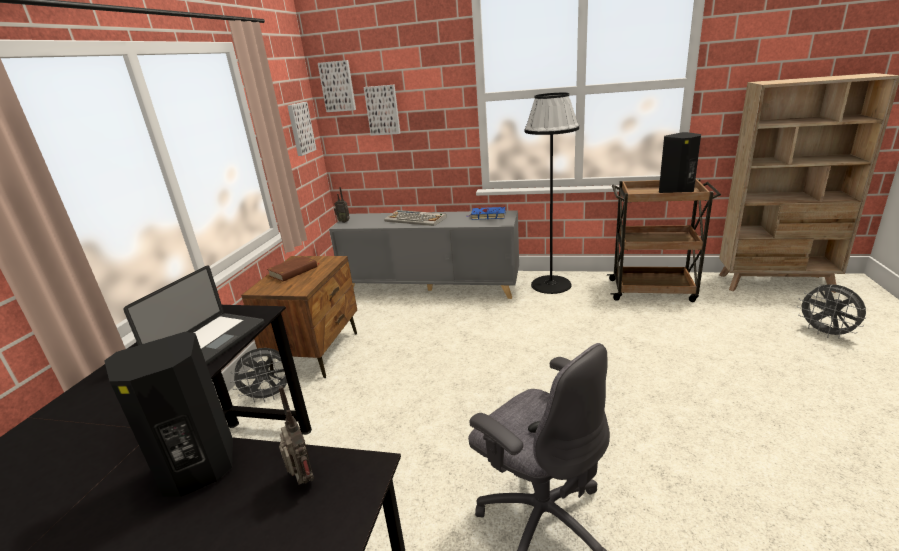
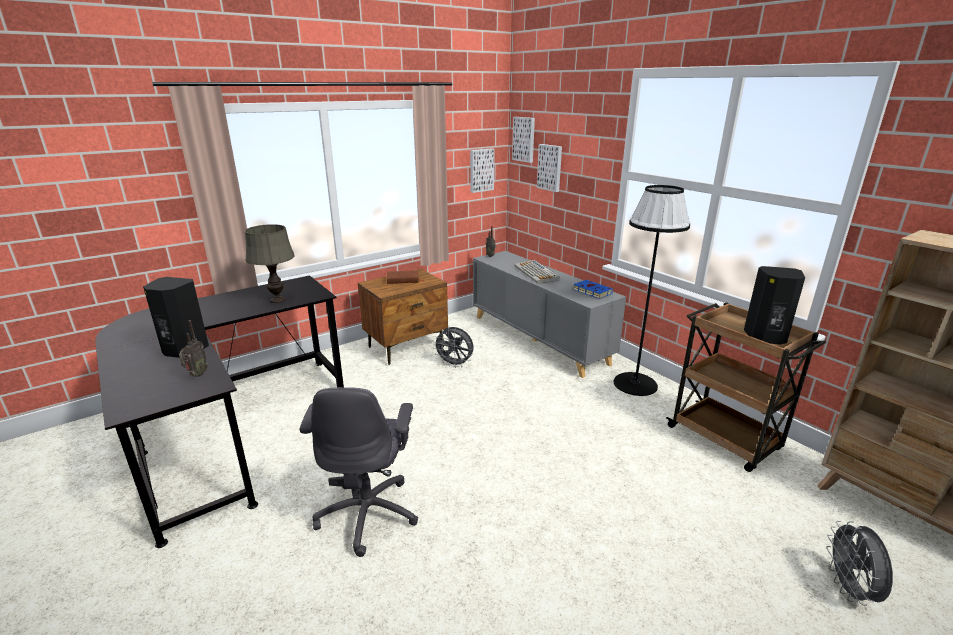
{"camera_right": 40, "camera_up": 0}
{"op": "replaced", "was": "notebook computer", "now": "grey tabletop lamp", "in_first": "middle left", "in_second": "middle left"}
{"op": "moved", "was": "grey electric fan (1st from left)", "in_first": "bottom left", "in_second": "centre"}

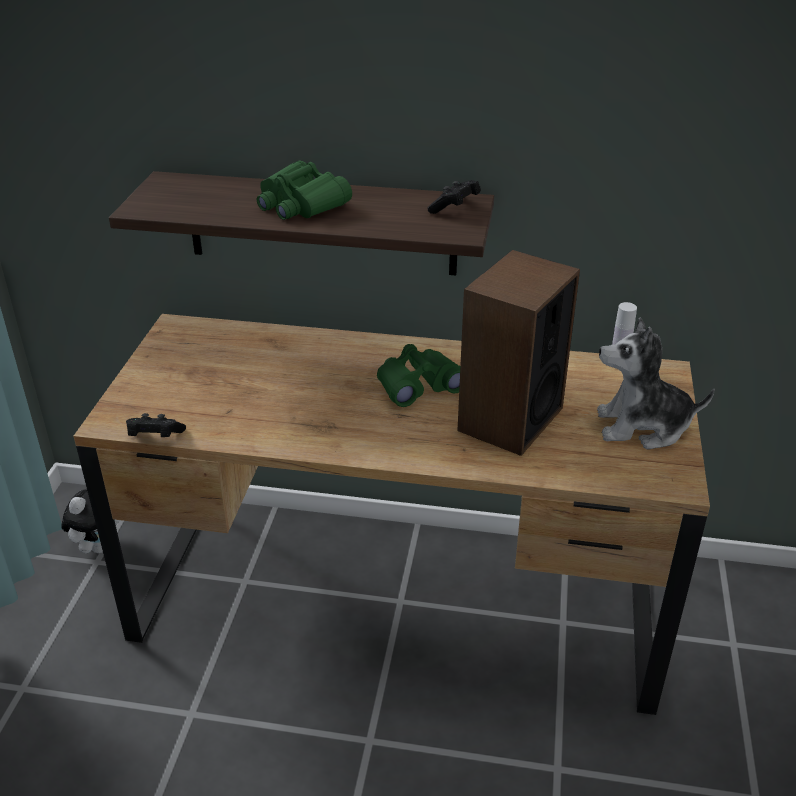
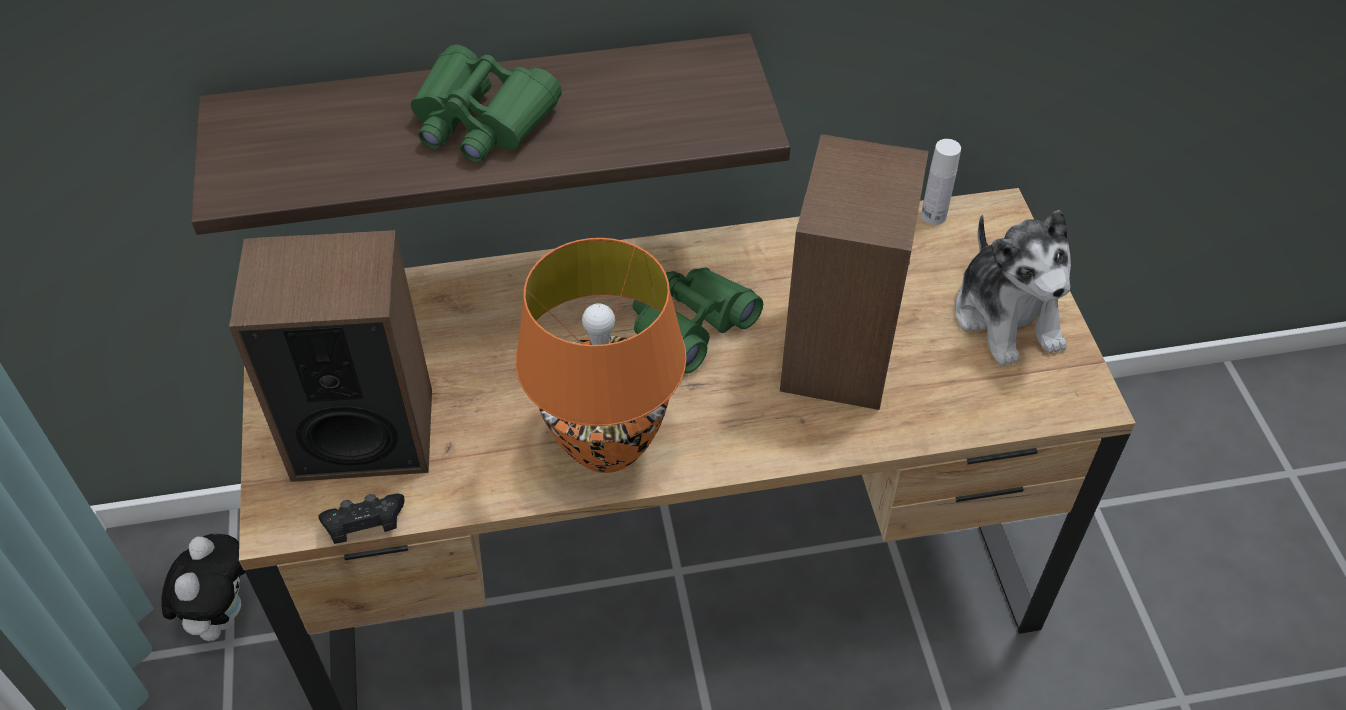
{"camera_right": -20, "camera_up": 15}
{"op": "added", "now": "audio speaker (1st from left)", "in_second": "middle left"}
{"op": "added", "now": "orange-coloured tabletop lamp", "in_second": "centre"}
{"op": "turned", "was": "cuddly toy (2nd from left)", "in_first": "middle right", "in_second": "middle right", "clockwise": -90}
{"op": "removed", "was": "blackish gamepad (2nd from left)", "in_first": "top centre"}

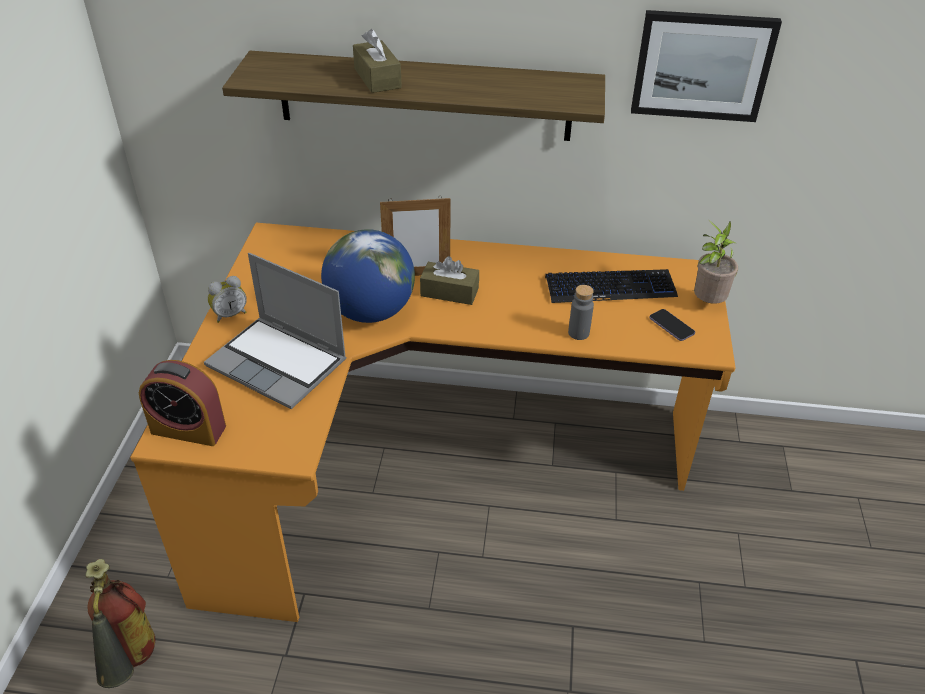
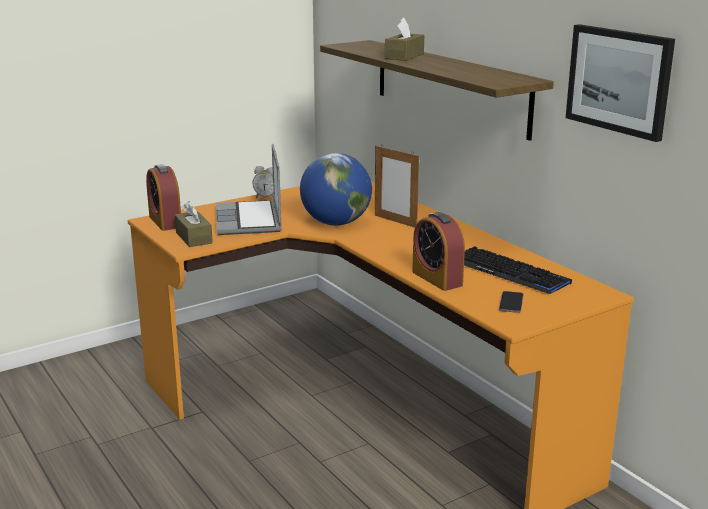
{"camera_right": 50, "camera_up": -20}
{"op": "moved", "was": "brown tissue holder (2nd from left in the first image)", "now": "brown tissue holder (1st from left)", "in_first": "centre", "in_second": "middle left"}
{"op": "replaced", "was": "grey beverage bottle", "now": "bedside clock (3rd from left)", "in_first": "centre", "in_second": "centre"}
{"op": "removed", "was": "fire-fighting cylinder", "in_first": "bottom left"}
{"op": "removed", "was": "houseplant", "in_first": "middle right"}

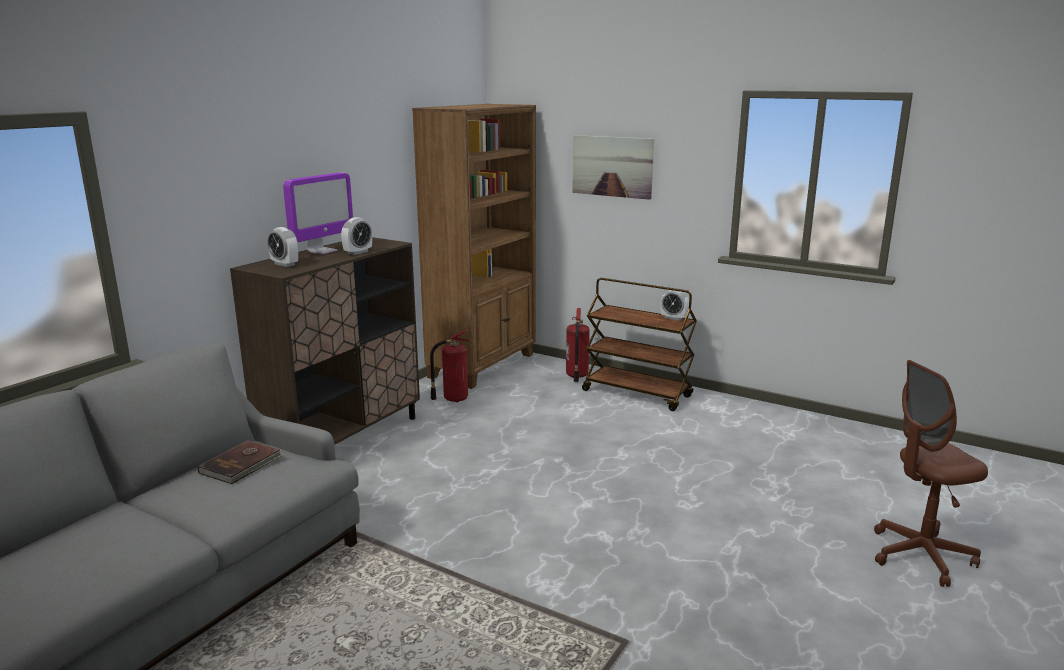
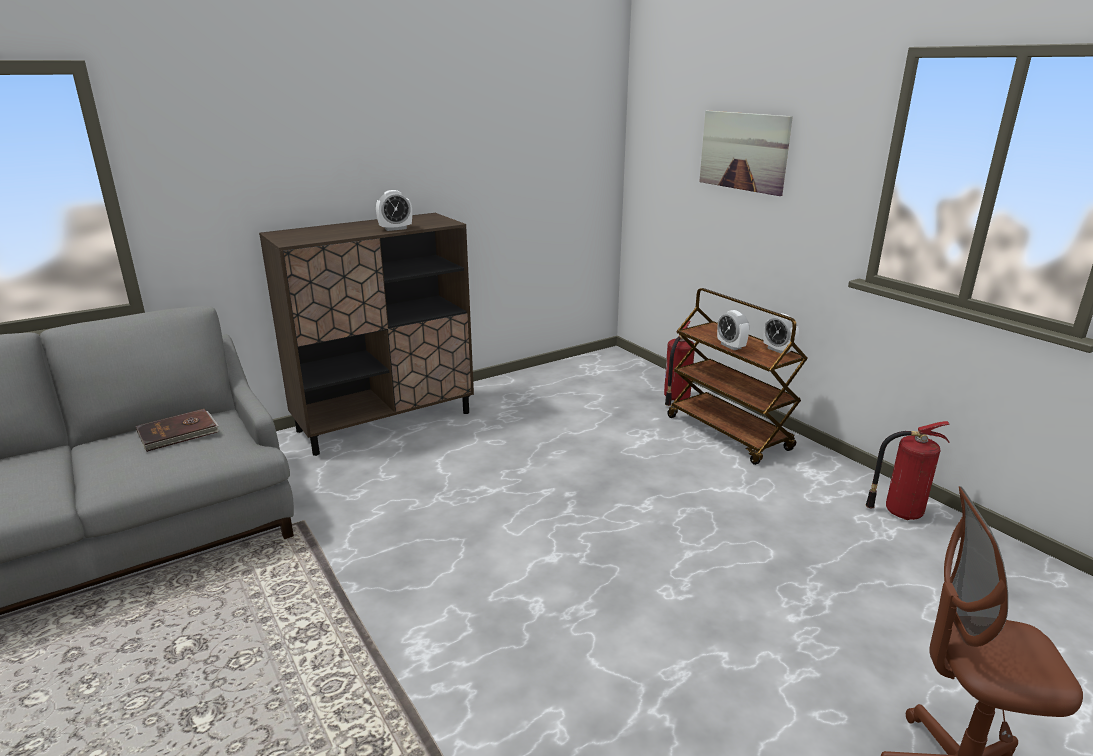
{"camera_right": 25, "camera_up": 5}
{"op": "moved", "was": "bedside clock (1st from left in the first image)", "now": "bedside clock (2nd from left)", "in_first": "middle left", "in_second": "middle right"}
{"op": "moved", "was": "fire-fighting cylinder (1st from left in the first image)", "now": "fire-fighting cylinder (2nd from left)", "in_first": "centre", "in_second": "middle right"}
{"op": "removed", "was": "computer display", "in_first": "top left"}
{"op": "removed", "was": "brown bookcase", "in_first": "centre"}

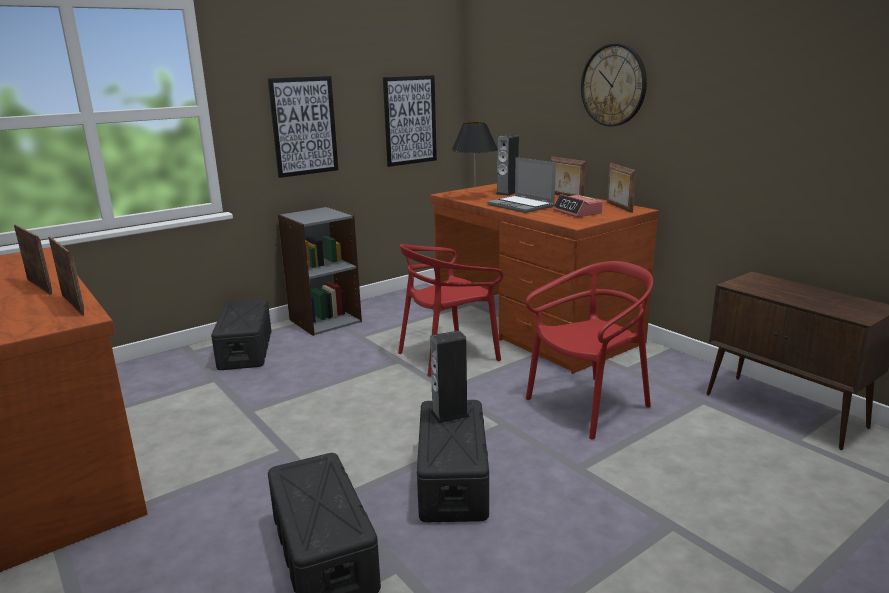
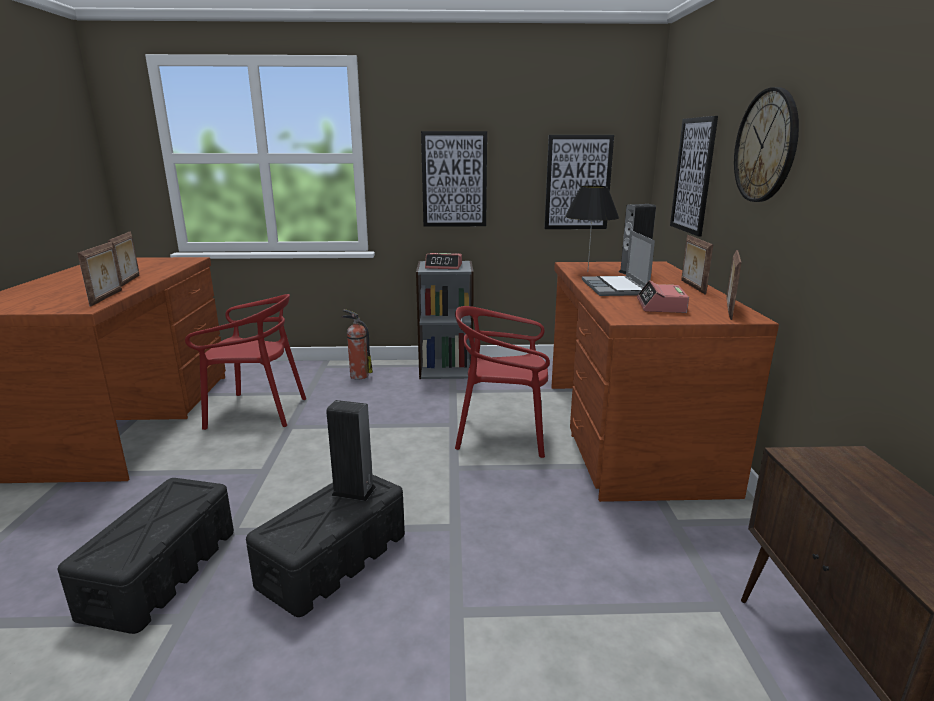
{"camera_right": 35, "camera_up": 0}
{"op": "moved", "was": "red plain chair (2nd from left in the first image)", "now": "red plain chair (1st from left)", "in_first": "centre", "in_second": "middle left"}
{"op": "replaced", "was": "blackish storage container (1st from left)", "now": "fire-fighting cylinder", "in_first": "middle left", "in_second": "centre"}
{"op": "added", "now": "bedside clock (1st from left)", "in_second": "centre"}
{"op": "added", "now": "wall art (3rd from left)", "in_second": "top right"}

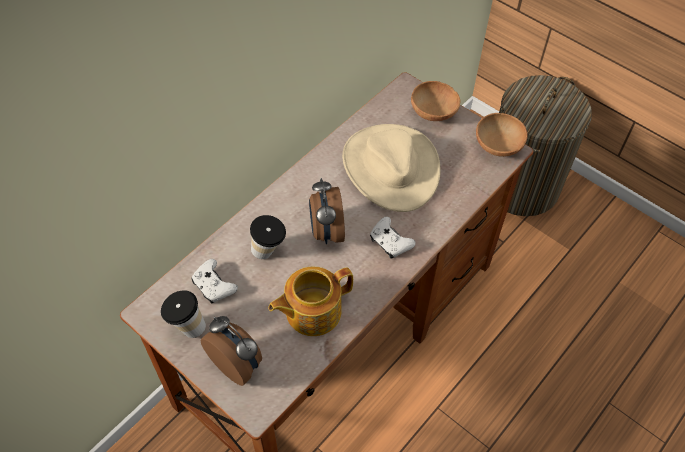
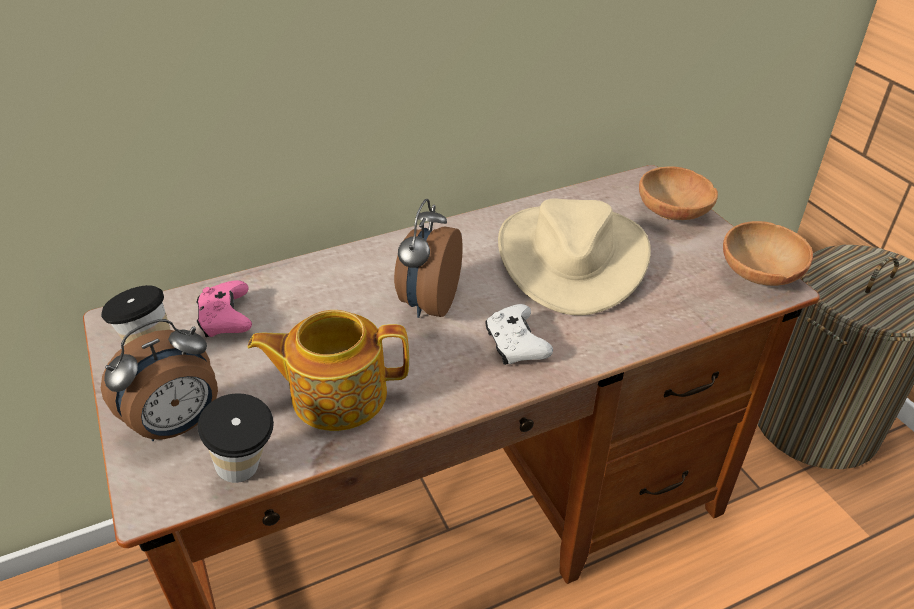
{"camera_right": 25, "camera_up": -15}
{"op": "turned", "was": "bedside clock (1st from left)", "in_first": "bottom centre", "in_second": "middle left", "clockwise": 75}
{"op": "recoloured", "was": "whitish gamepad (1st from left)", "now": "pink gamepad", "in_first": "middle left", "in_second": "middle left"}
{"op": "moved", "was": "small cup (2nd from left)", "in_first": "centre", "in_second": "bottom left"}

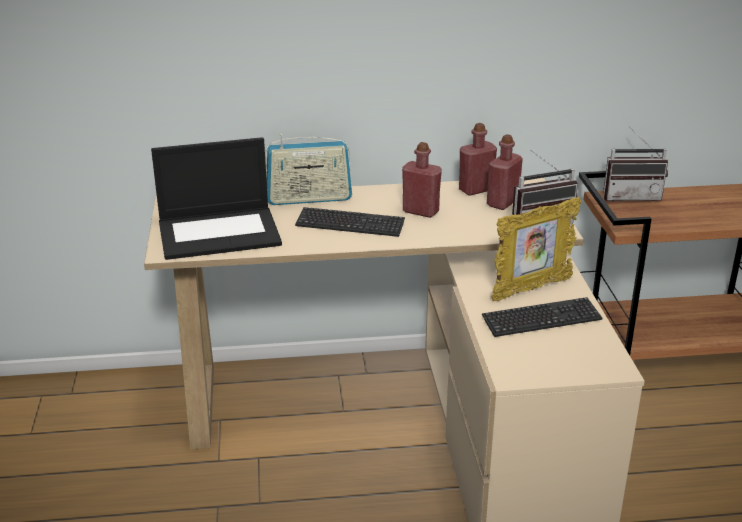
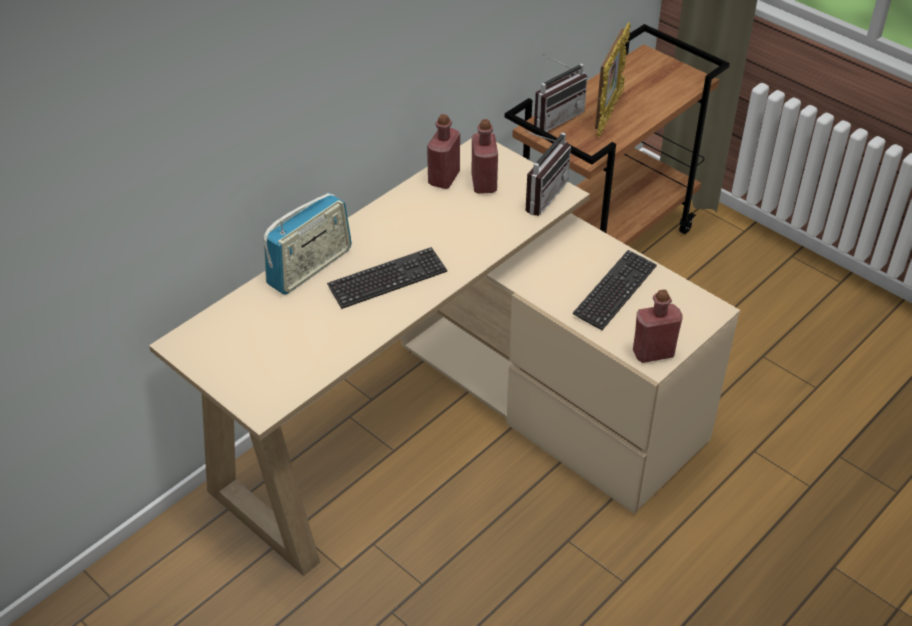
{"camera_right": -40, "camera_up": 15}
{"op": "moved", "was": "standing frame", "in_first": "middle right", "in_second": "top right"}
{"op": "moved", "was": "red beverage bottle (1st from left in the first image)", "now": "red beverage bottle (3rd from left)", "in_first": "centre", "in_second": "middle right"}
{"op": "removed", "was": "notebook computer", "in_first": "middle left"}

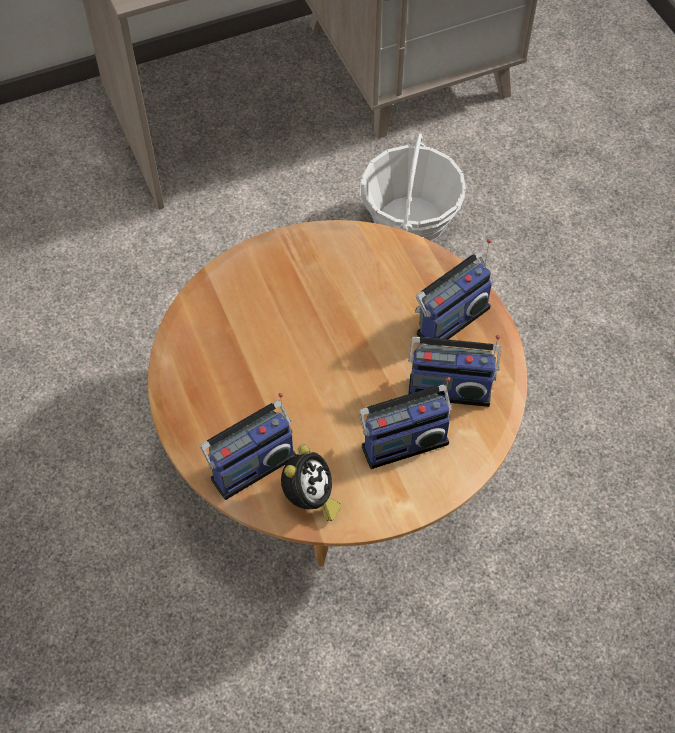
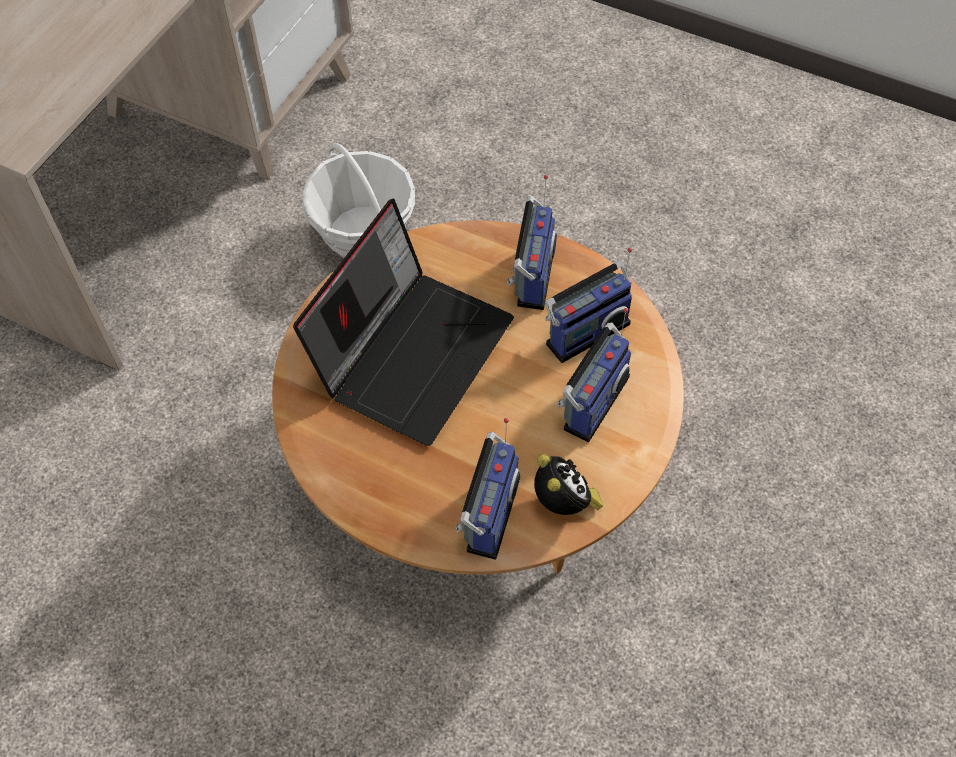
{"camera_right": -40, "camera_up": 0}
{"op": "added", "now": "notebook computer", "in_second": "centre"}

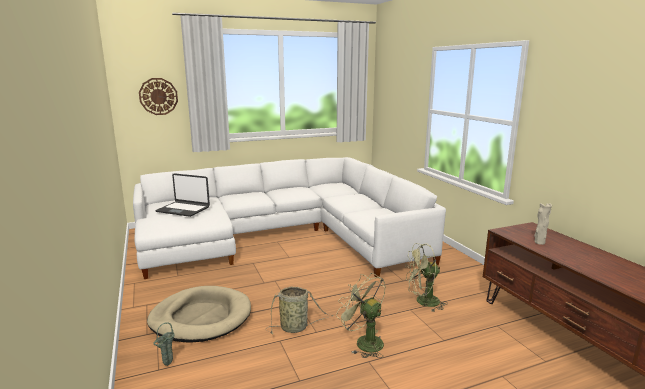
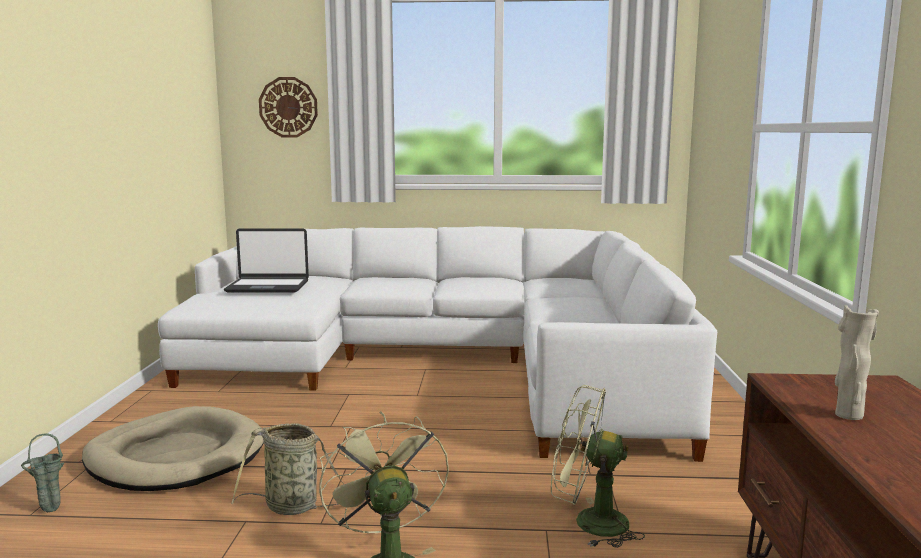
{"camera_right": 25, "camera_up": -5}
{"op": "turned", "was": "notebook computer", "in_first": "middle left", "in_second": "middle left", "clockwise": -45}

